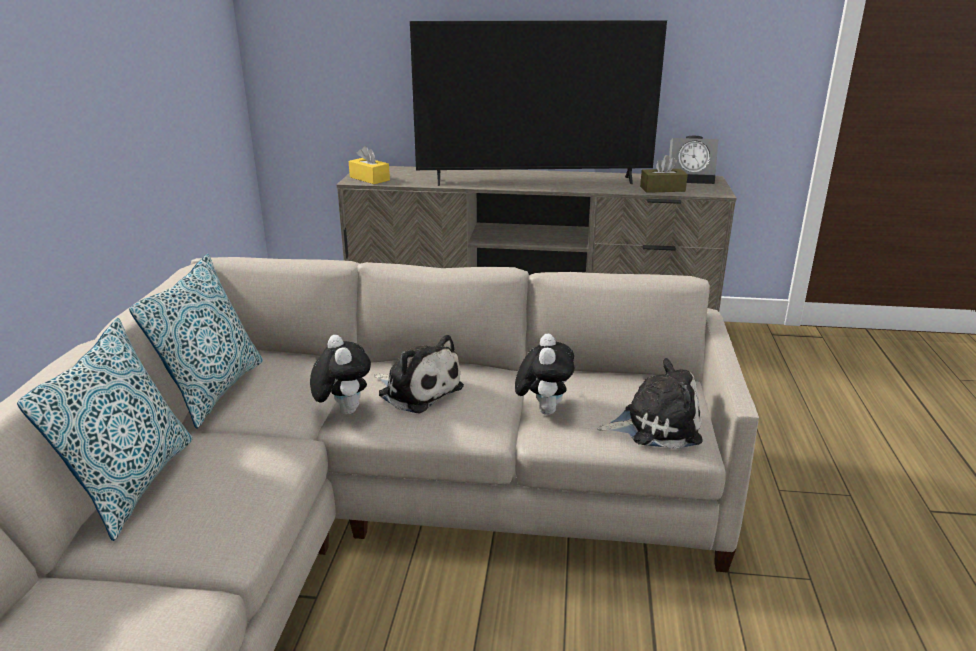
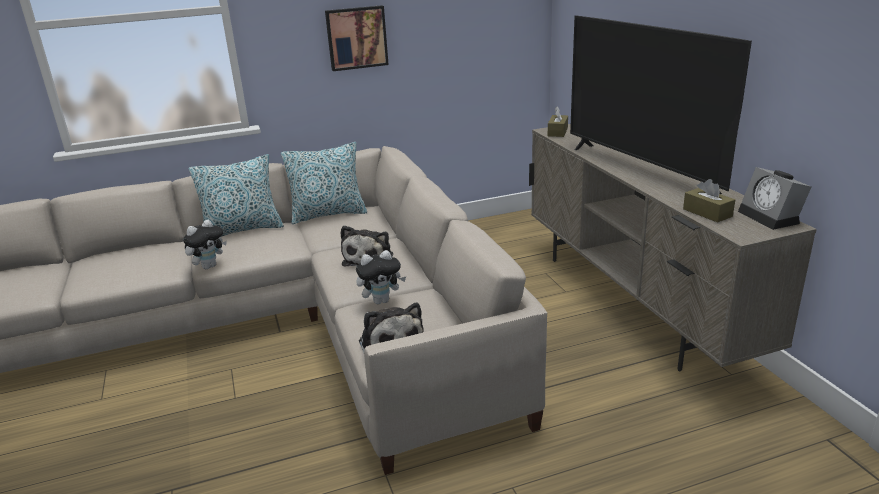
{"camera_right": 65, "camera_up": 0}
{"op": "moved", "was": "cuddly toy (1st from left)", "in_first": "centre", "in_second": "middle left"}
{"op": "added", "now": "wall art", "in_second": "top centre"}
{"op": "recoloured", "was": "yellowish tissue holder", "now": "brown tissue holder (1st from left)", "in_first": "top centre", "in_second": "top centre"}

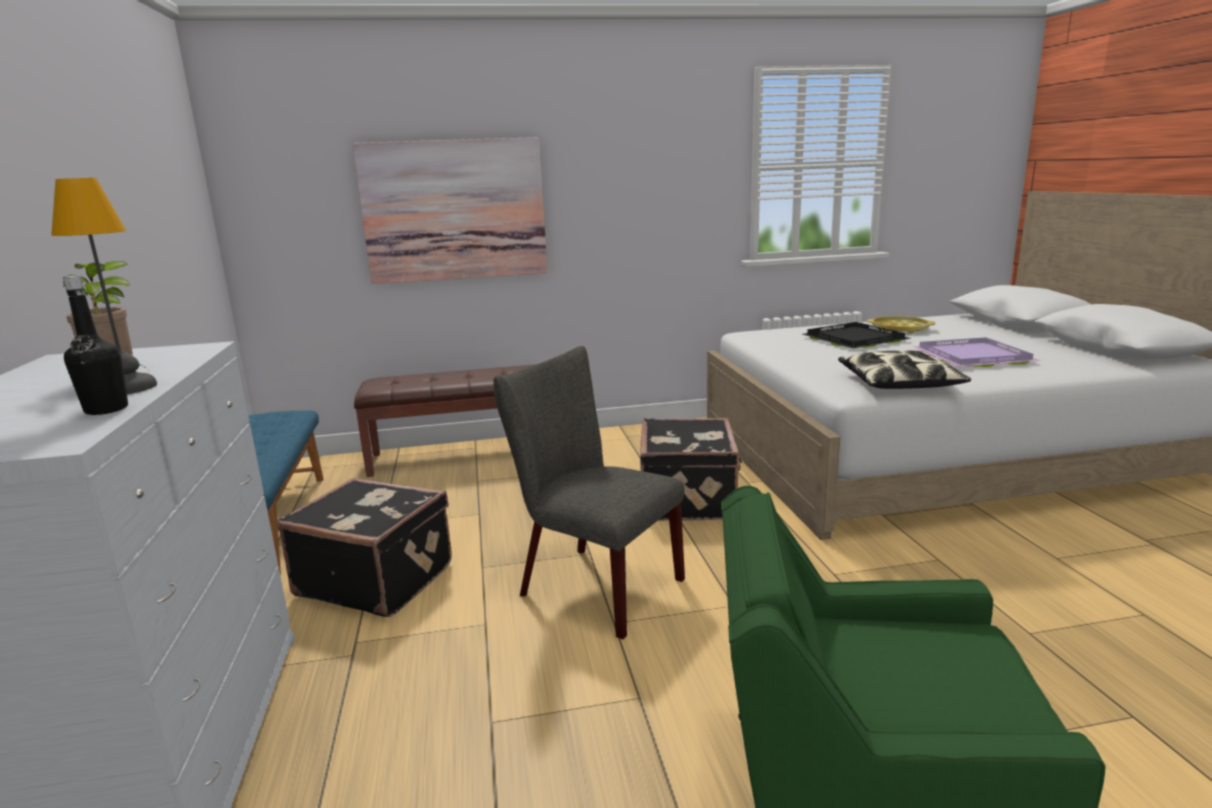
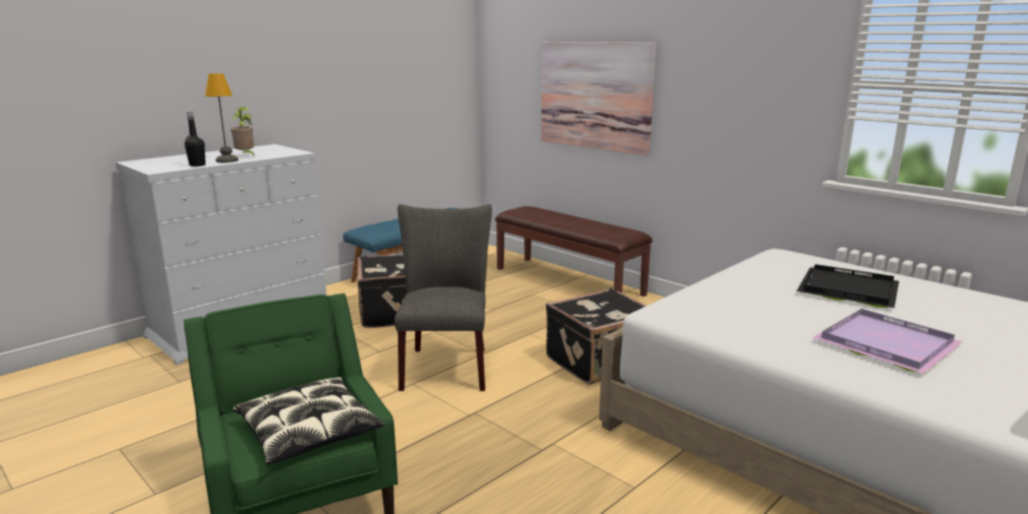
{"camera_right": 55, "camera_up": 0}
{"op": "moved", "was": "pillow", "in_first": "middle right", "in_second": "bottom left"}
{"op": "removed", "was": "yellowish serving tray", "in_first": "middle right"}

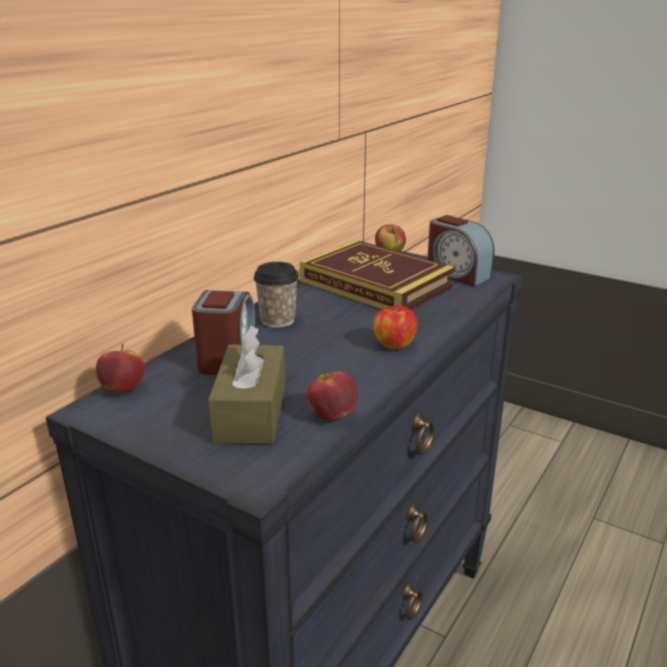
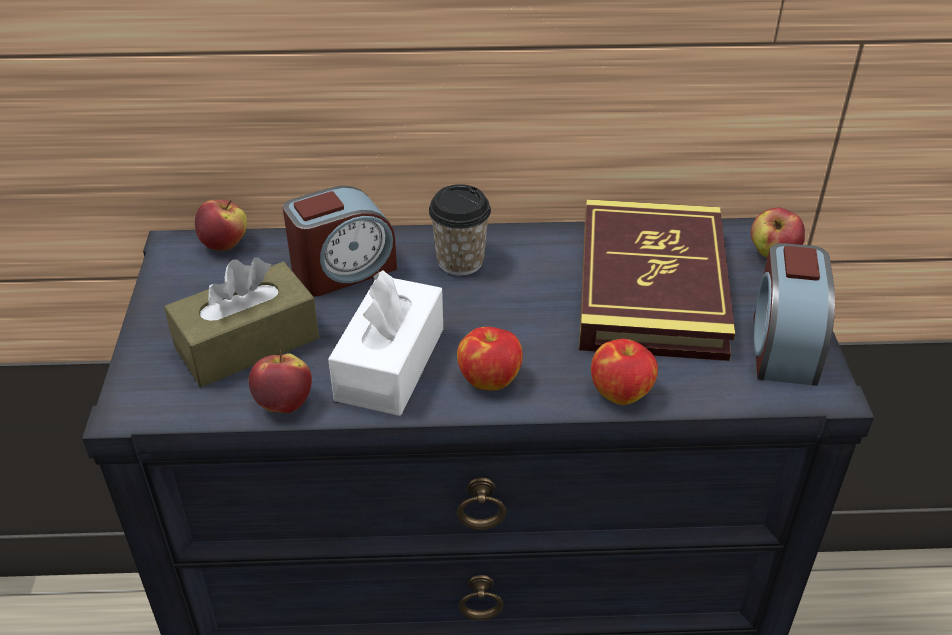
{"camera_right": 55, "camera_up": 15}
{"op": "added", "now": "whitish tissue holder", "in_second": "centre"}
{"op": "added", "now": "whole apple (4th from left)", "in_second": "centre"}

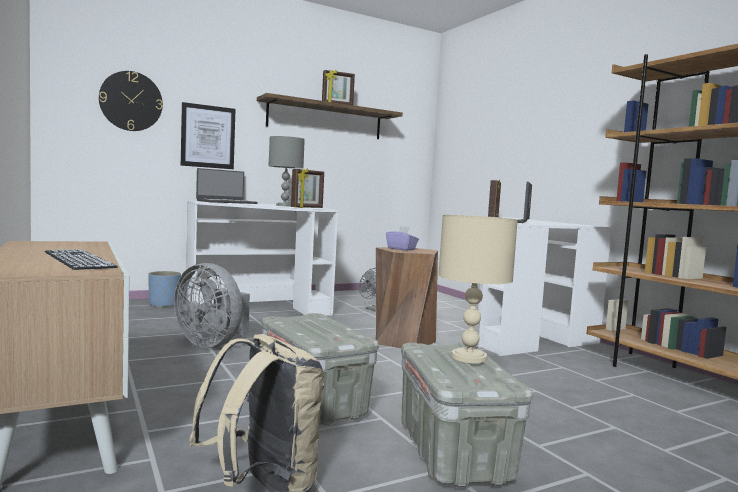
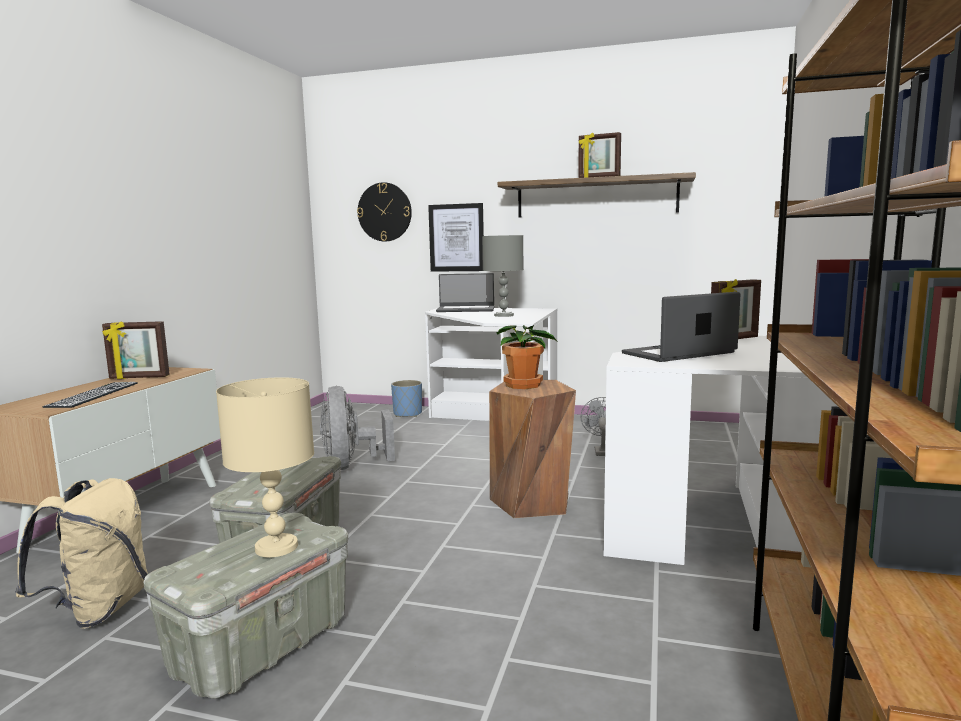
{"camera_right": 45, "camera_up": 5}
{"op": "moved", "was": "standing frame (1st from left)", "in_first": "centre", "in_second": "middle left"}
{"op": "replaced", "was": "purple-coloured tissue holder", "now": "houseplant", "in_first": "centre", "in_second": "centre"}

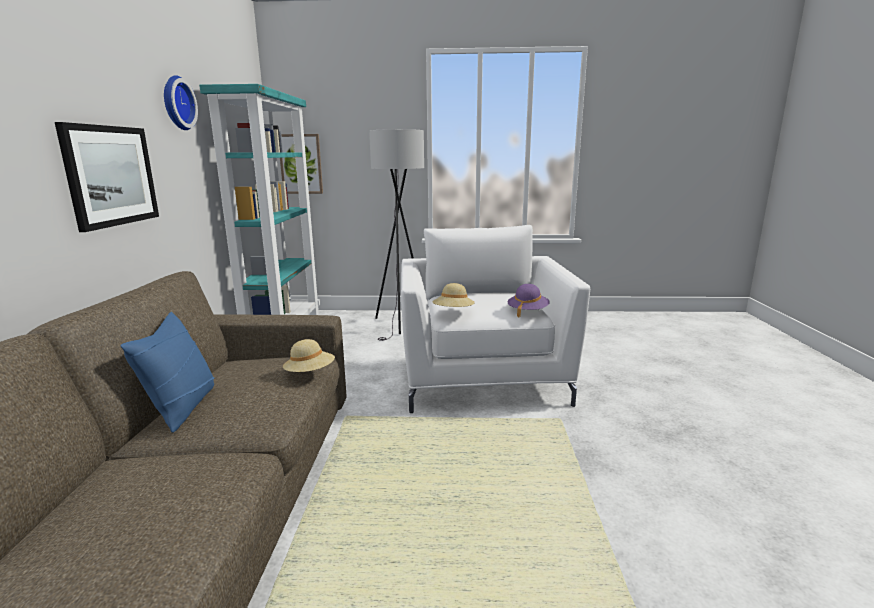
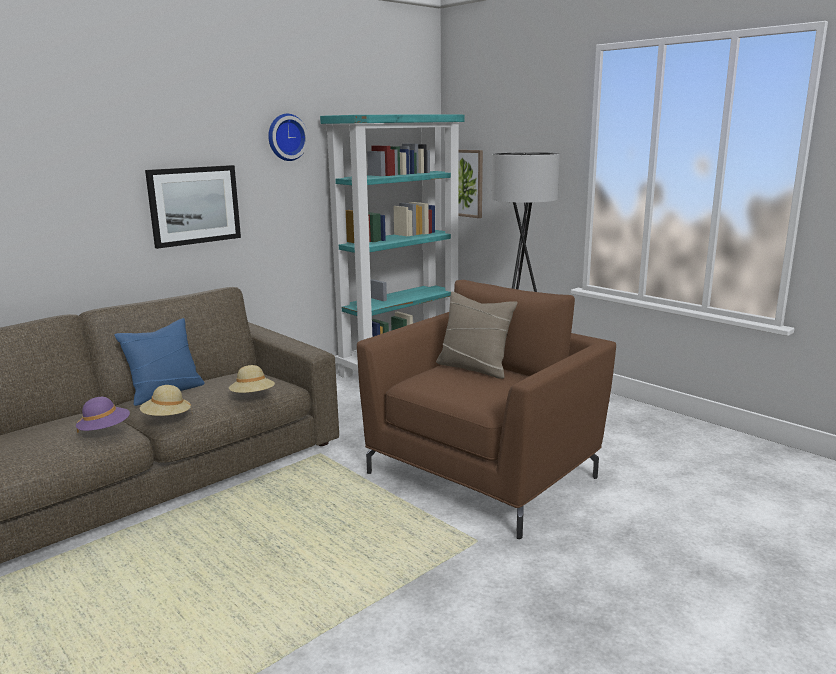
{"camera_right": 45, "camera_up": 0}
{"op": "moved", "was": "purple-coloured hat", "in_first": "centre", "in_second": "middle left"}
{"op": "moved", "was": "beige hat (2nd from left in the first image)", "now": "beige hat (1st from left)", "in_first": "centre", "in_second": "middle left"}
{"op": "recoloured", "was": "whitish easy chair", "now": "brown easy chair", "in_first": "centre", "in_second": "centre"}
{"op": "added", "now": "beige pillow", "in_second": "centre"}

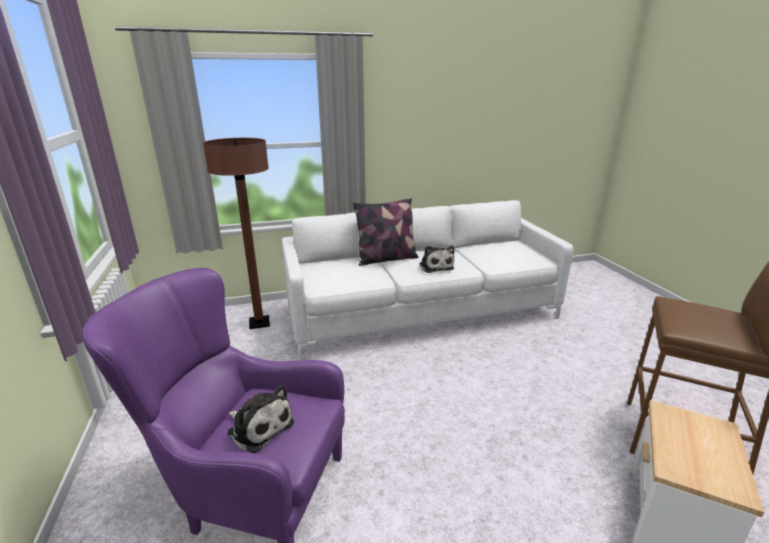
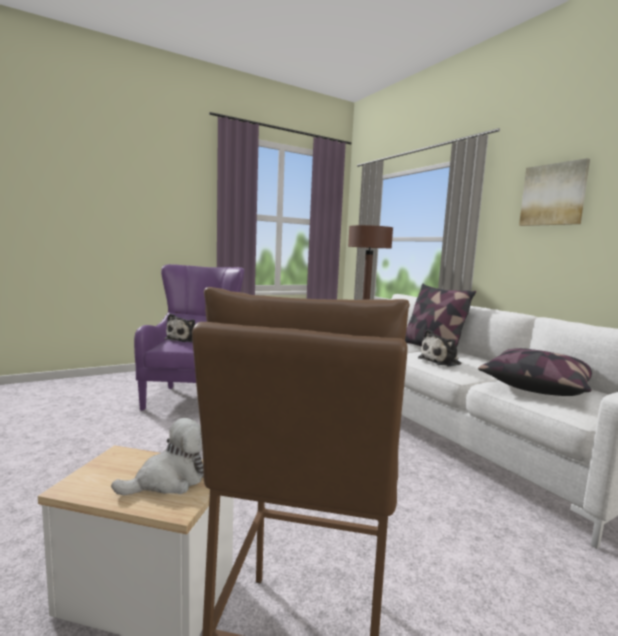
{"camera_right": 75, "camera_up": -15}
{"op": "added", "now": "cuddly toy (1st from left)", "in_second": "bottom left"}
{"op": "added", "now": "pillow (2nd from left)", "in_second": "middle right"}
{"op": "added", "now": "wall art", "in_second": "top right"}

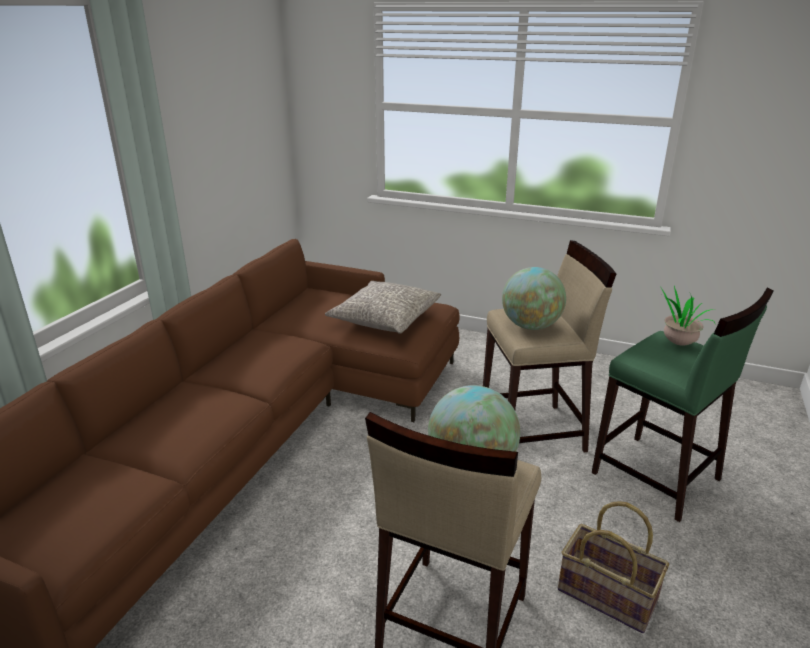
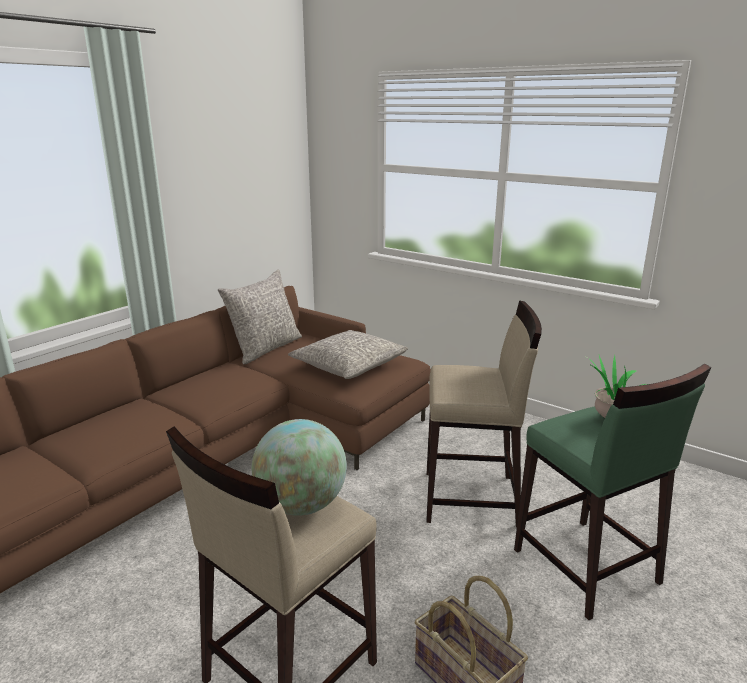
{"camera_right": 15, "camera_up": -5}
{"op": "added", "now": "grey pillow (1st from left)", "in_second": "centre"}
{"op": "removed", "was": "world globe (2nd from left)", "in_first": "centre"}

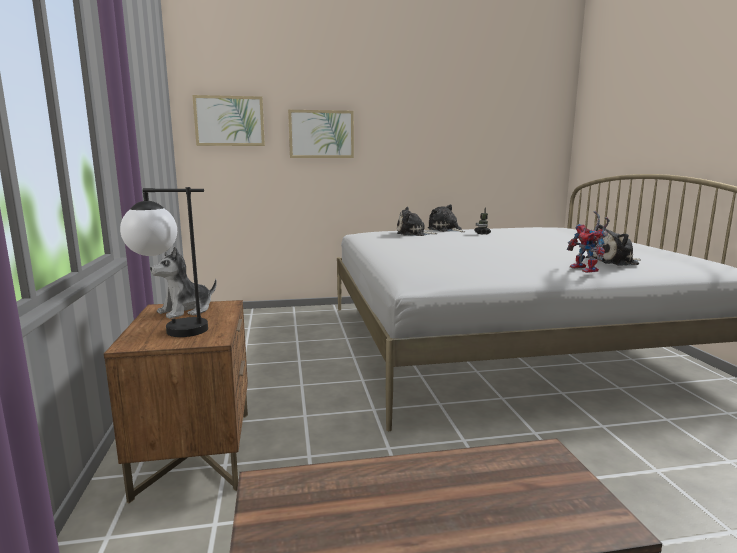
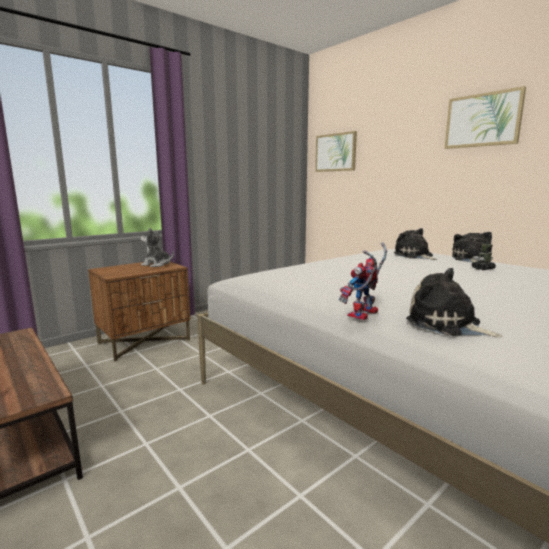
{"camera_right": 60, "camera_up": 0}
{"op": "moved", "was": "wall art (2nd from left)", "in_first": "top centre", "in_second": "top right"}
{"op": "removed", "was": "tabletop lamp", "in_first": "middle left"}

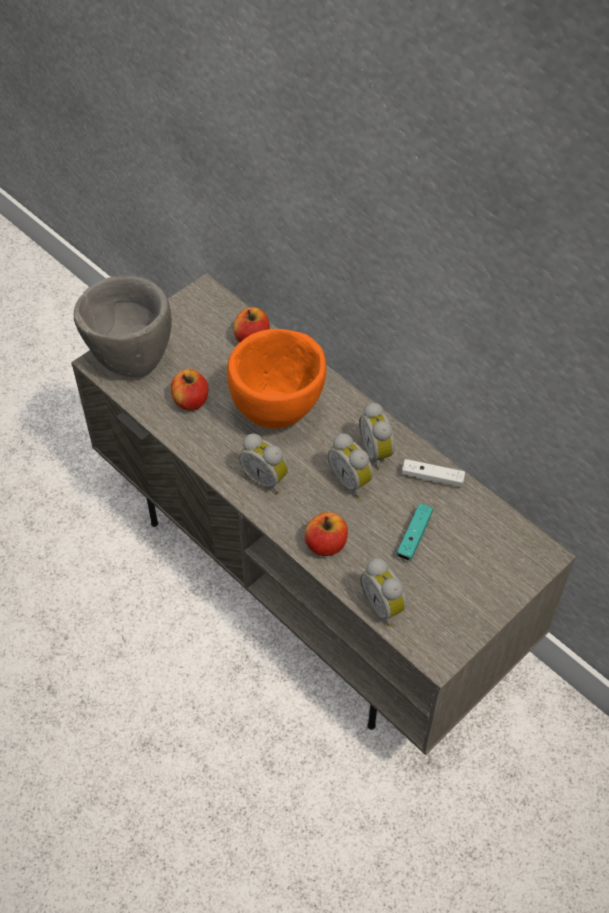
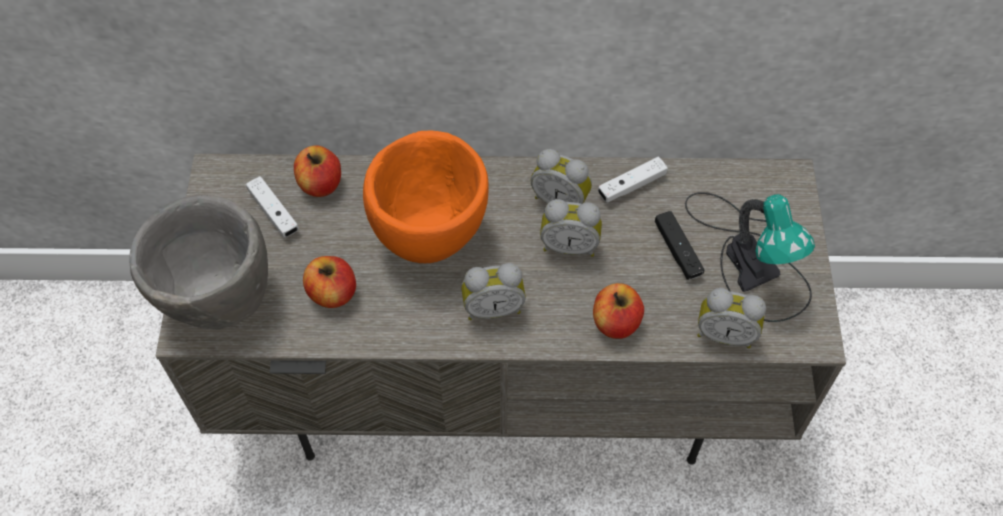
{"camera_right": -45, "camera_up": 5}
{"op": "added", "now": "whitish gamepad (1st from left)", "in_second": "middle left"}
{"op": "recoloured", "was": "turquoise-coloured gamepad", "now": "blackish gamepad", "in_first": "middle right", "in_second": "middle right"}
{"op": "added", "now": "tabletop lamp", "in_second": "middle right"}

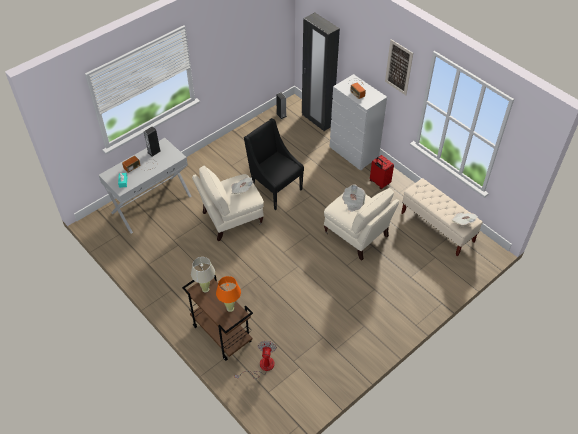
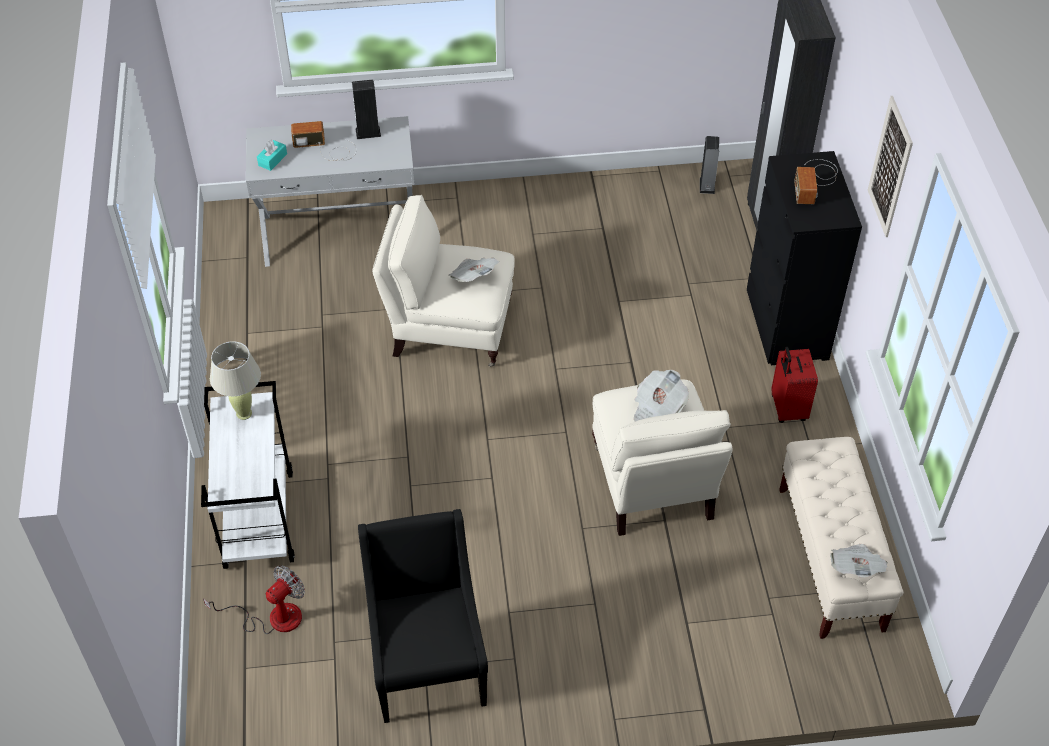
{"camera_right": 35, "camera_up": 0}
{"op": "recoloured", "was": "brown wheeled cart", "now": "whitish wheeled cart", "in_first": "bottom centre", "in_second": "middle left"}
{"op": "moved", "was": "blackish easy chair", "in_first": "centre", "in_second": "bottom centre"}
{"op": "recoloured", "was": "whitish dresser", "now": "blackish dresser", "in_first": "top centre", "in_second": "middle right"}
{"op": "removed", "was": "orange-coloured tabletop lamp", "in_first": "bottom centre"}

